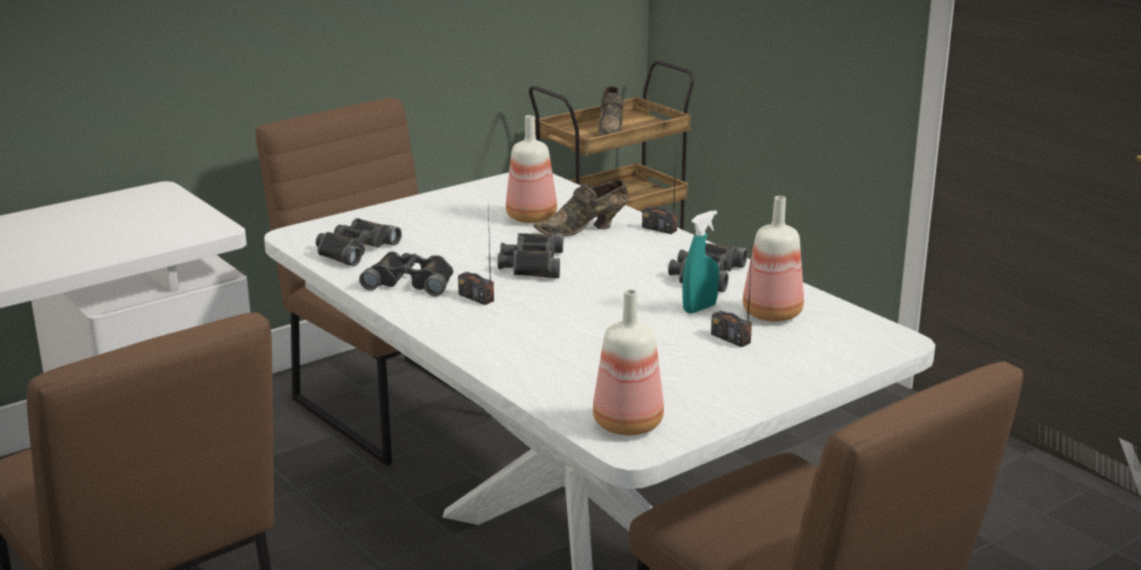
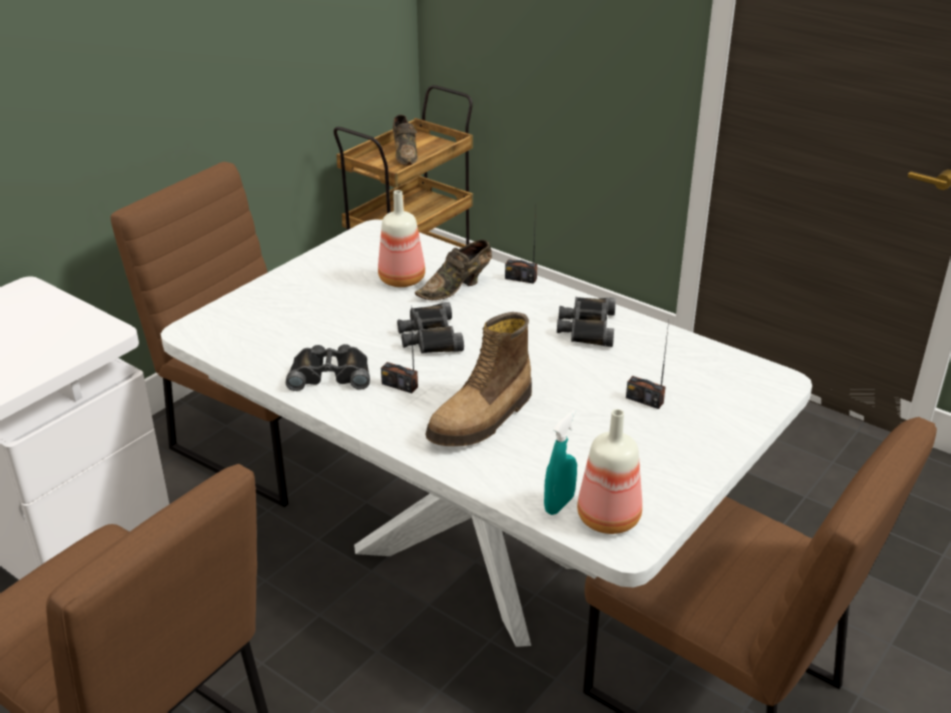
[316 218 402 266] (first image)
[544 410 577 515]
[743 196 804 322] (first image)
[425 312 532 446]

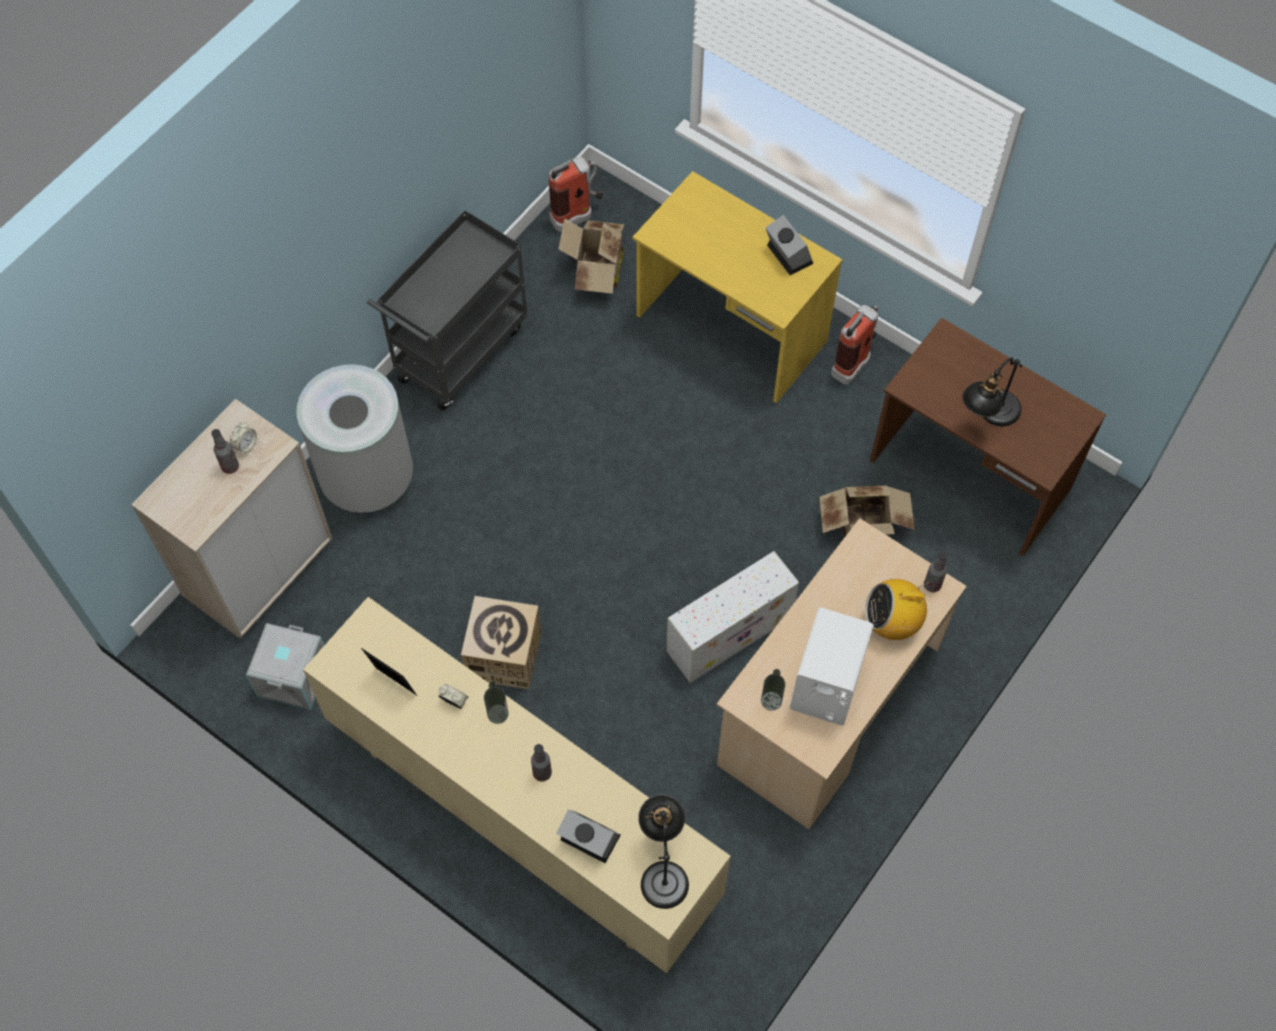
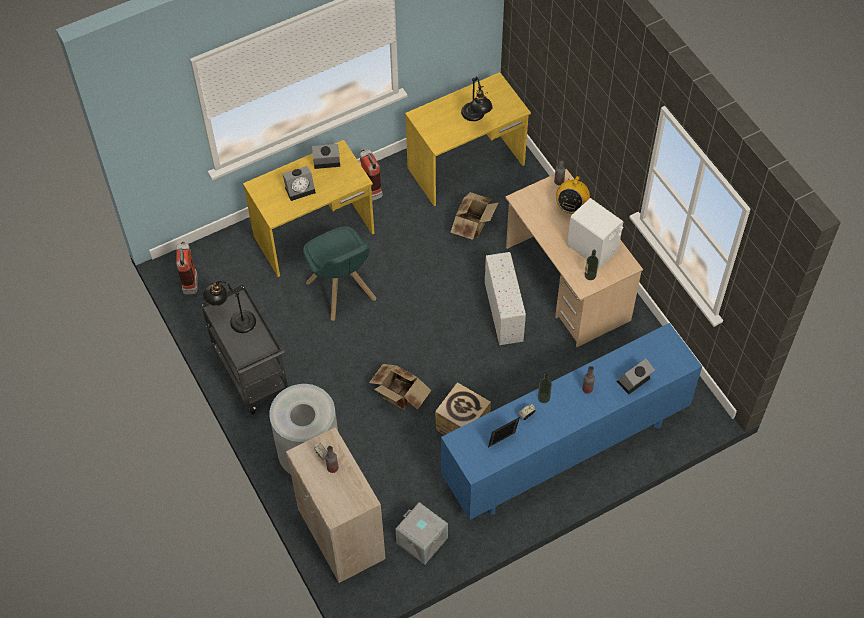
[441 323 702 520]
[369 364 432 410]
[203 281 256 333]
[405 72 531 206]
[283 166 316 201]
[303 226 376 321]

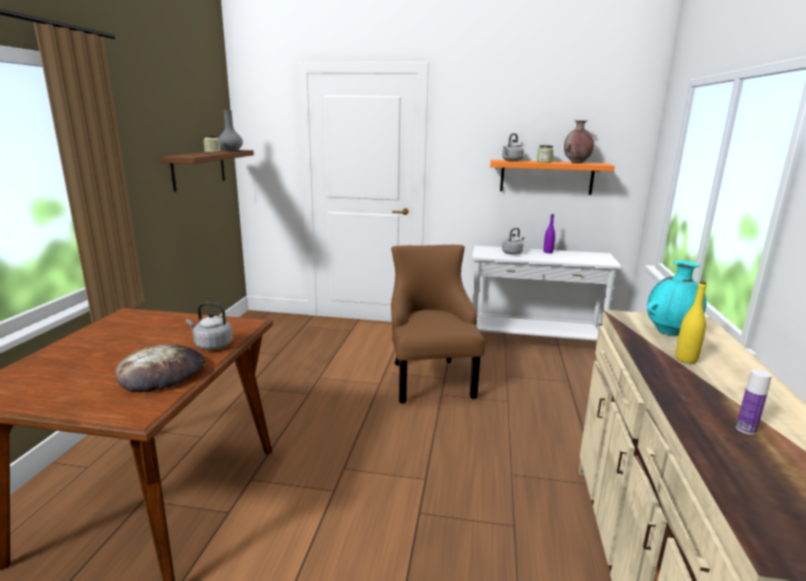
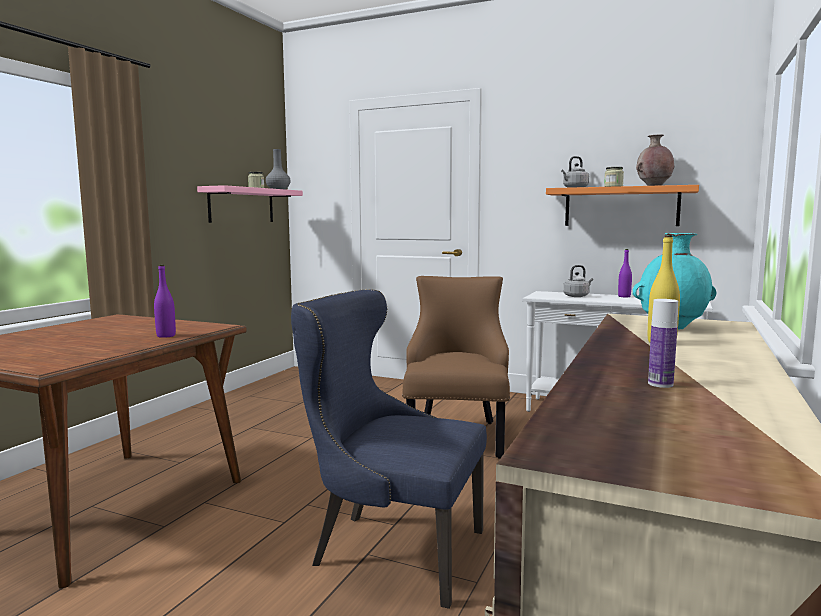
[115 344 205 392] (first image)
[197 185 303 223]
[154 265 176 338]
[291 289 487 609]

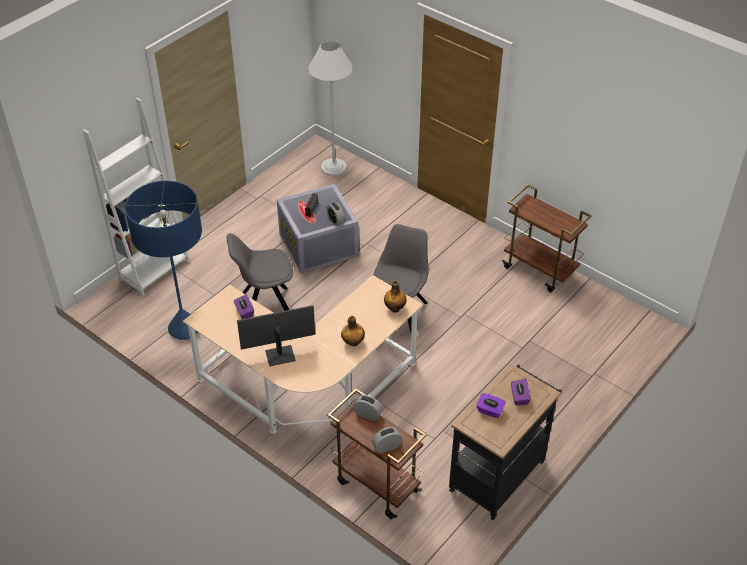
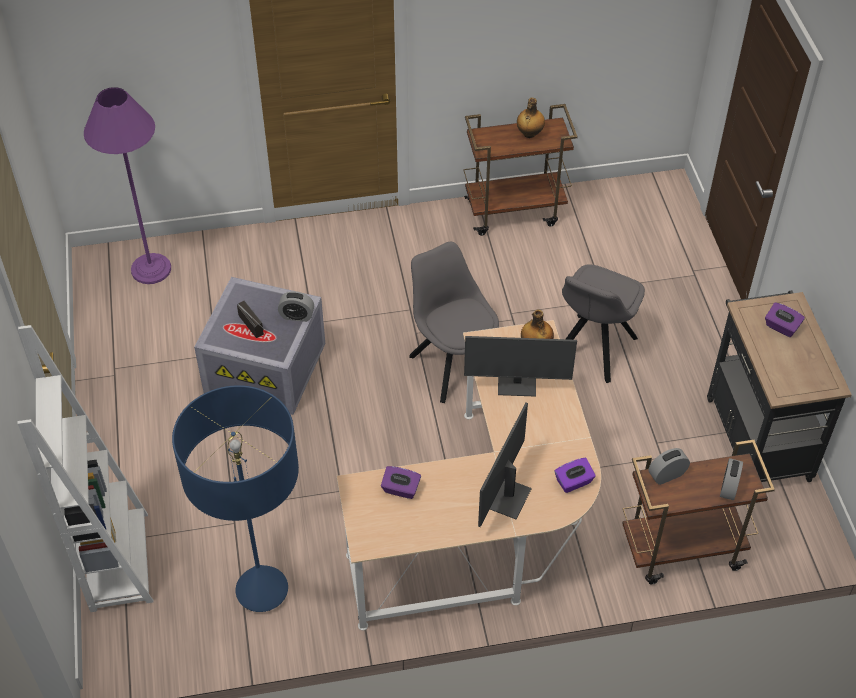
[562 264 645 383]
[84 87 171 284]
[517 98 545 138]
[555 458 596 493]
[464 336 577 397]

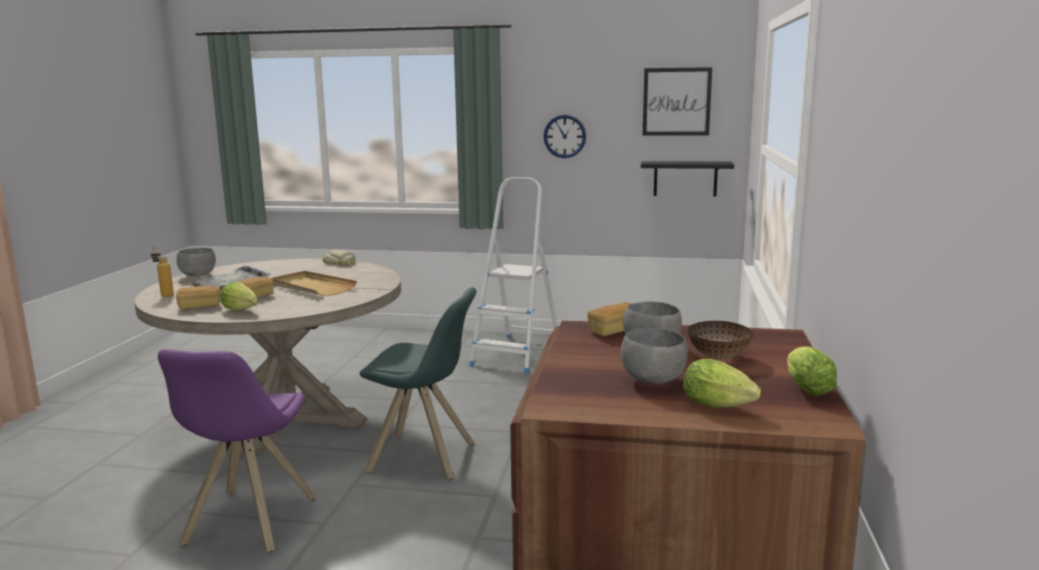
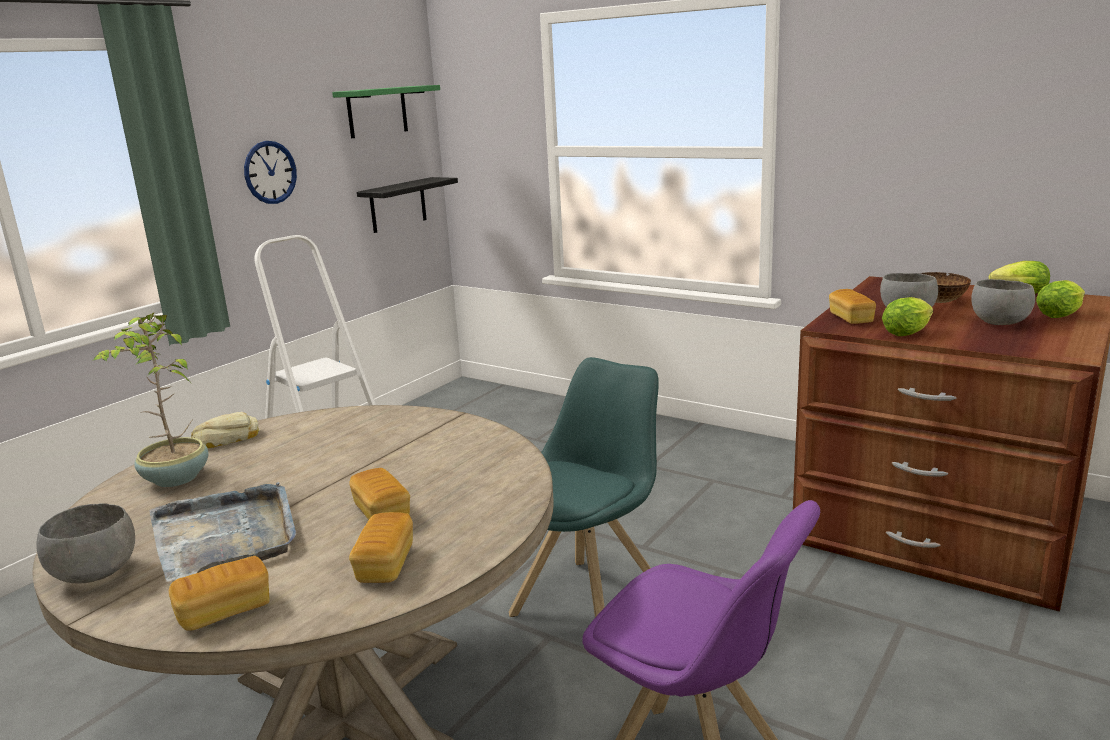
[169 556 270 631]
[882 297 933 336]
[272 271 357 296] (first image)
[332 85 440 138]
[92 312 208 487]

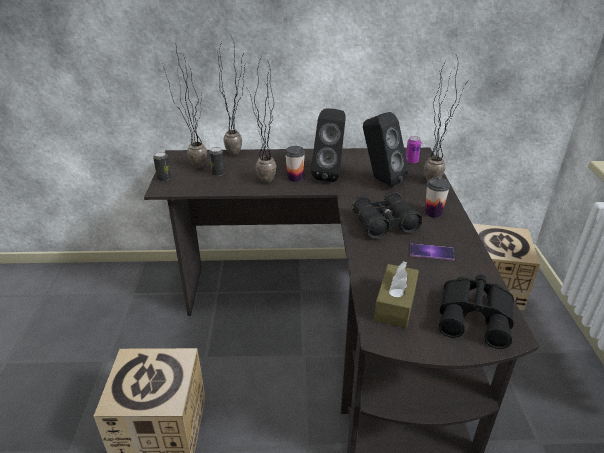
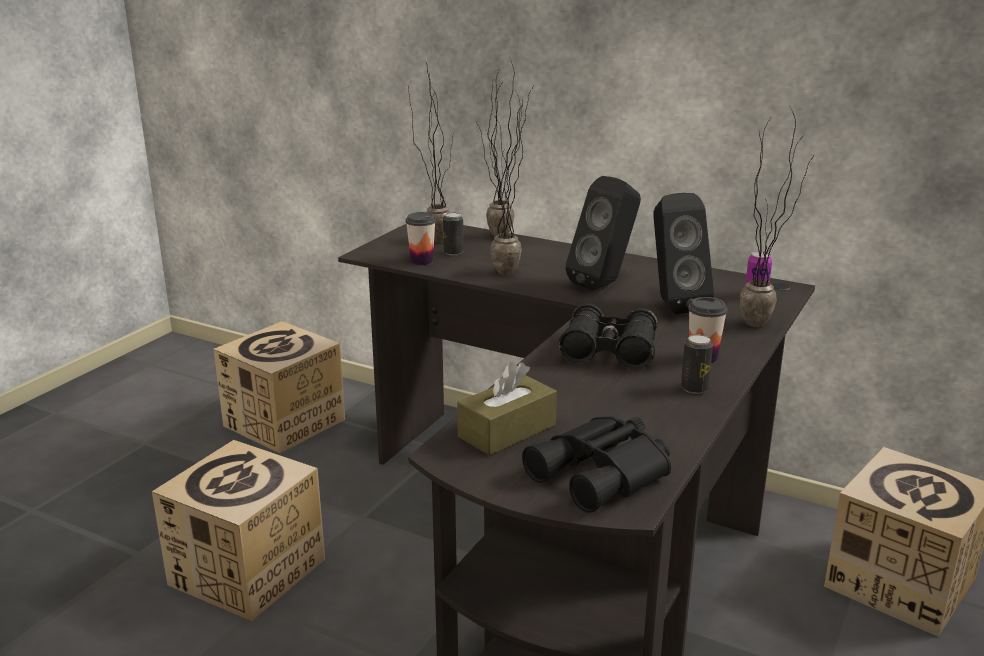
[681 334 713 394]
[406 212 436 265]
[410 244 455 260] (first image)
[213 321 345 453]

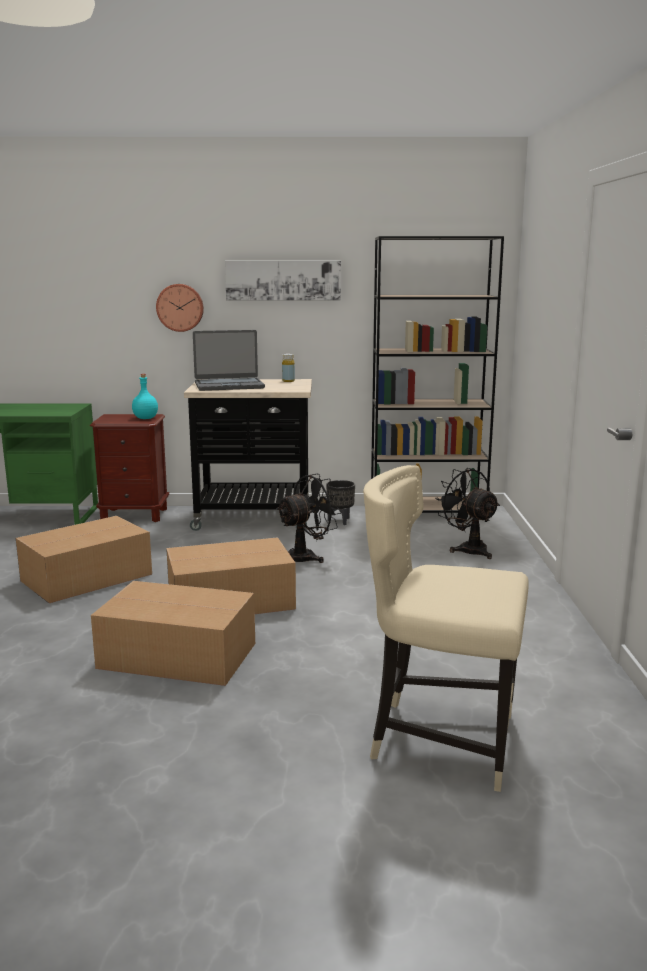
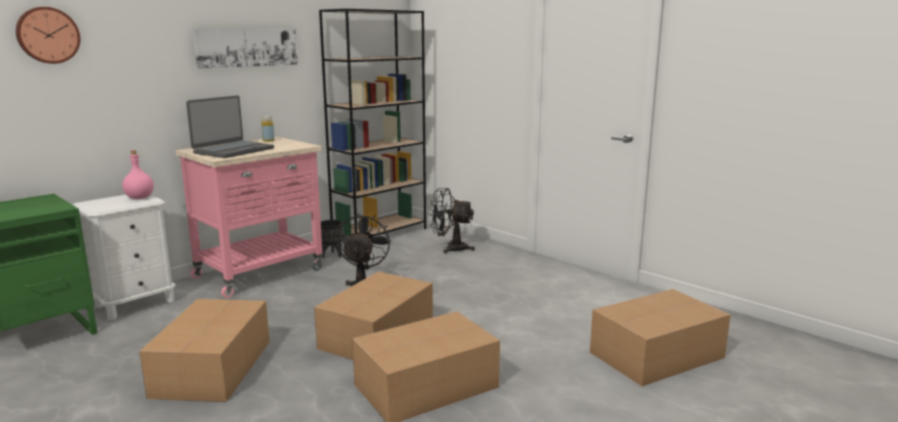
[73 194 176 320]
[122 151 154 199]
[16 7 80 64]
[175 137 323 298]
[590 289 731 386]

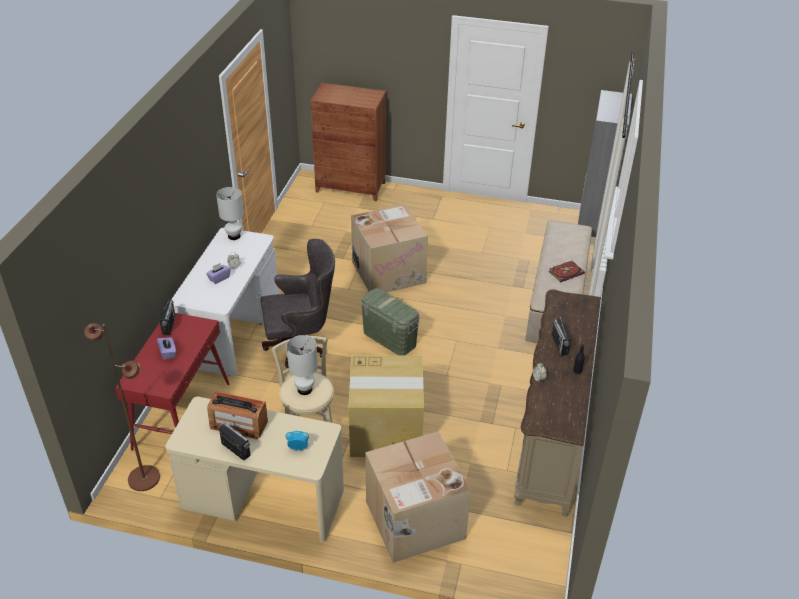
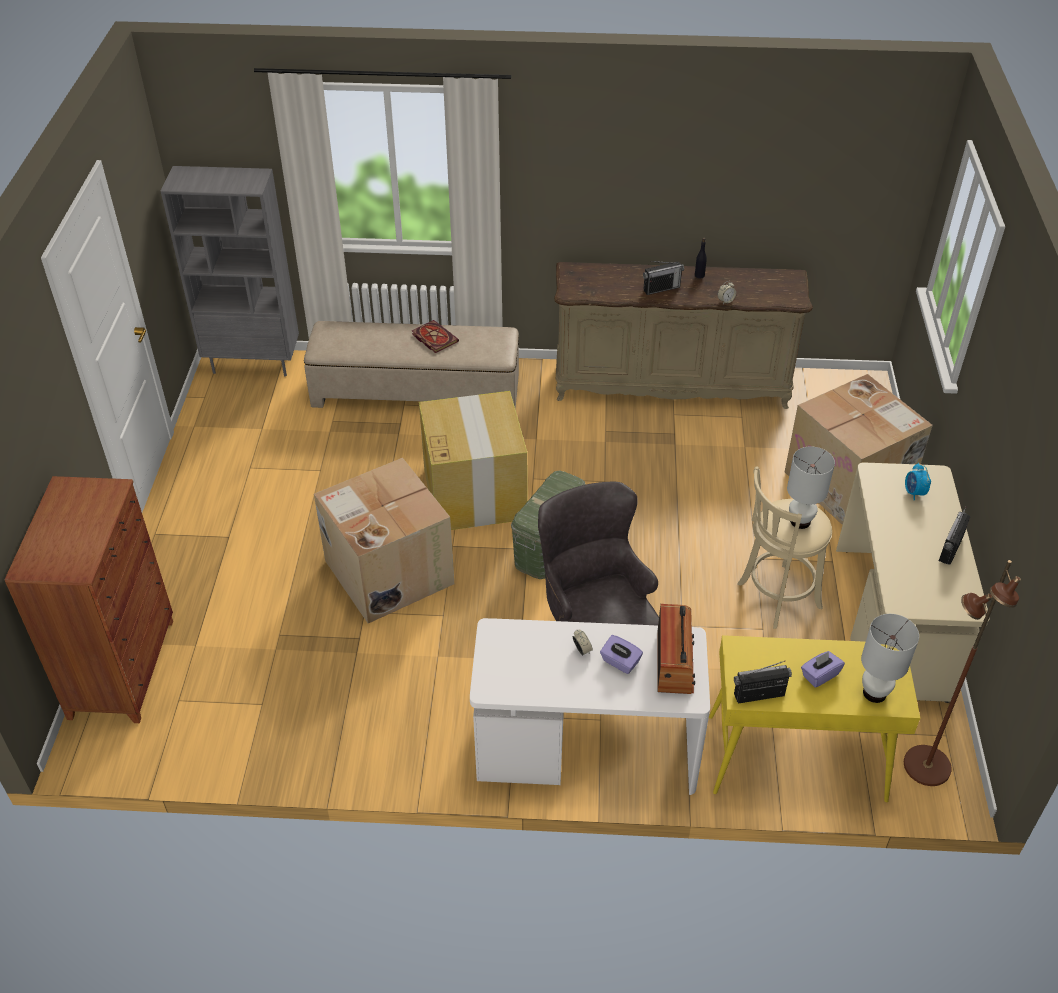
[709 635 920 802]
[658 604 695 694]
[861 614 919 703]
[419 391 527 530]

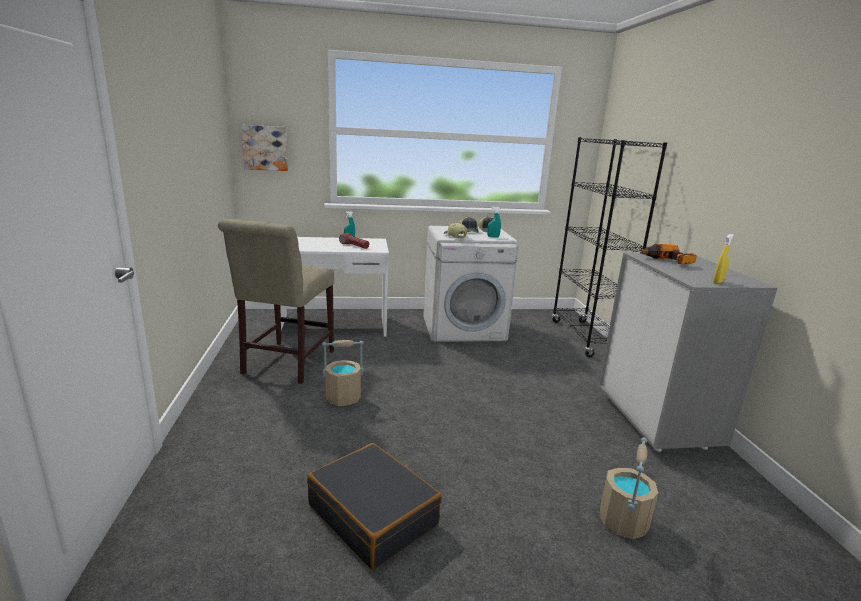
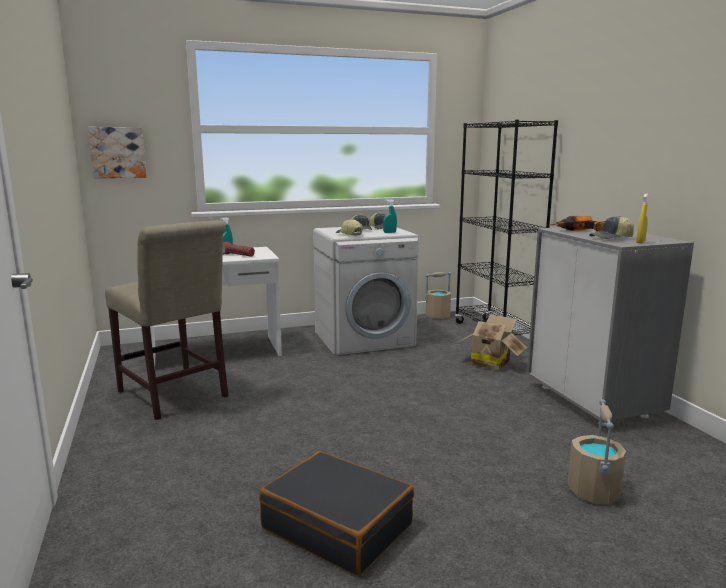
[105 220 229 420]
[425 272 451 319]
[457 314 527 370]
[589 216 634 239]

